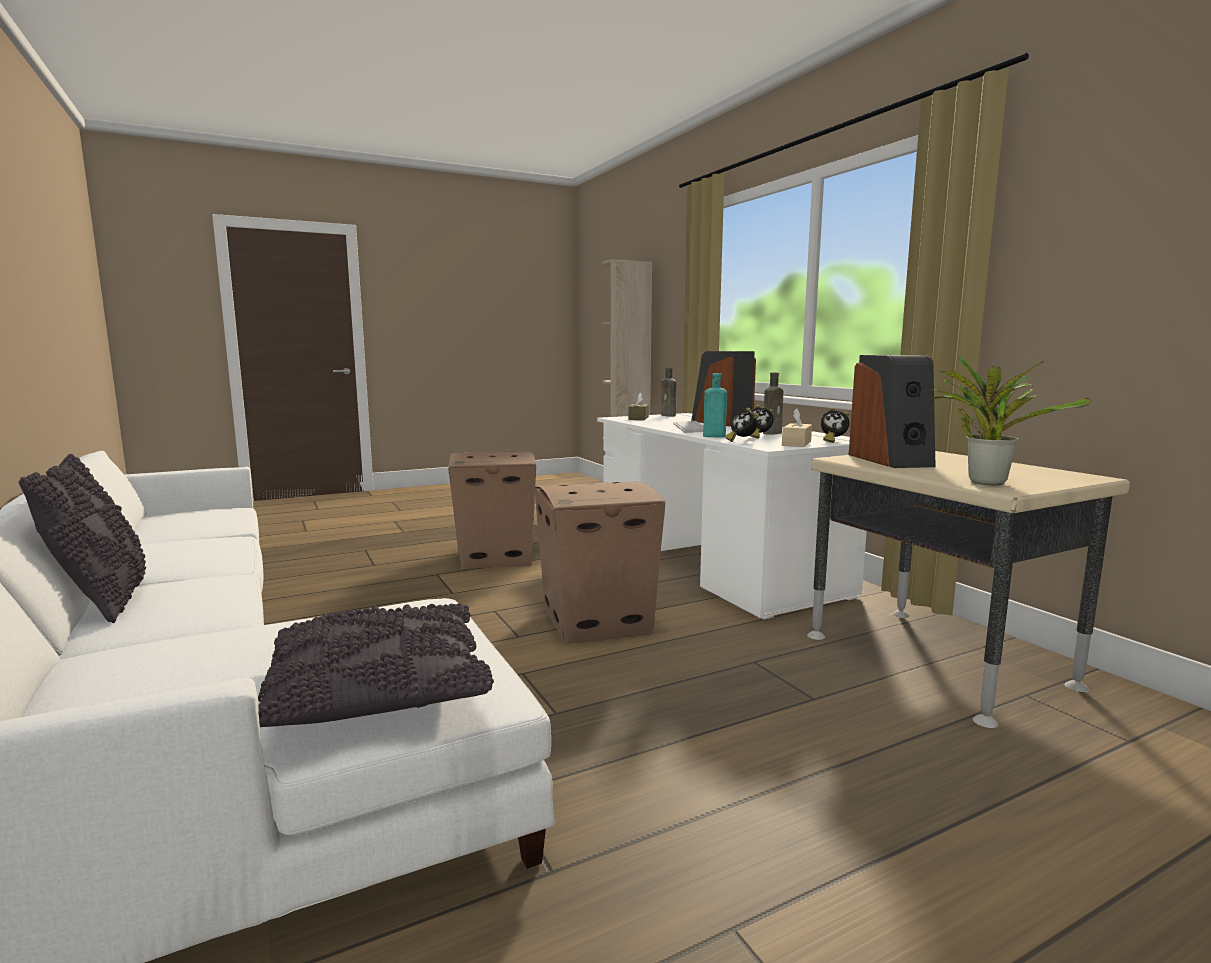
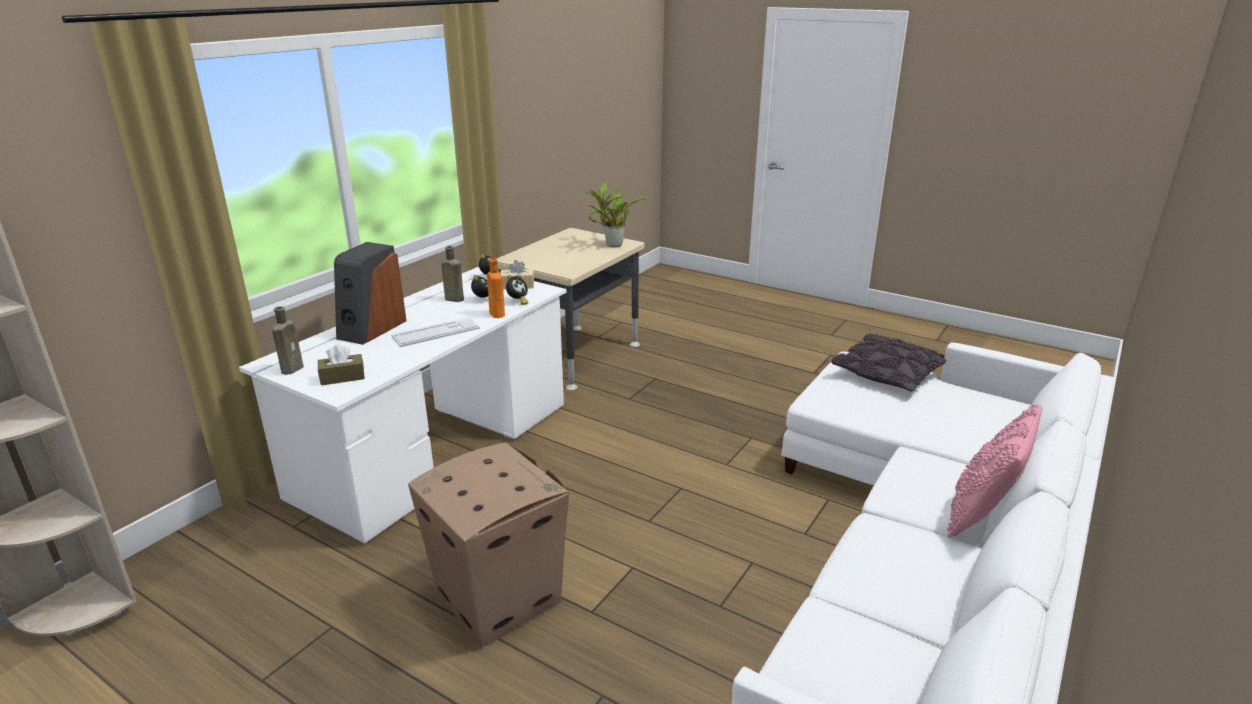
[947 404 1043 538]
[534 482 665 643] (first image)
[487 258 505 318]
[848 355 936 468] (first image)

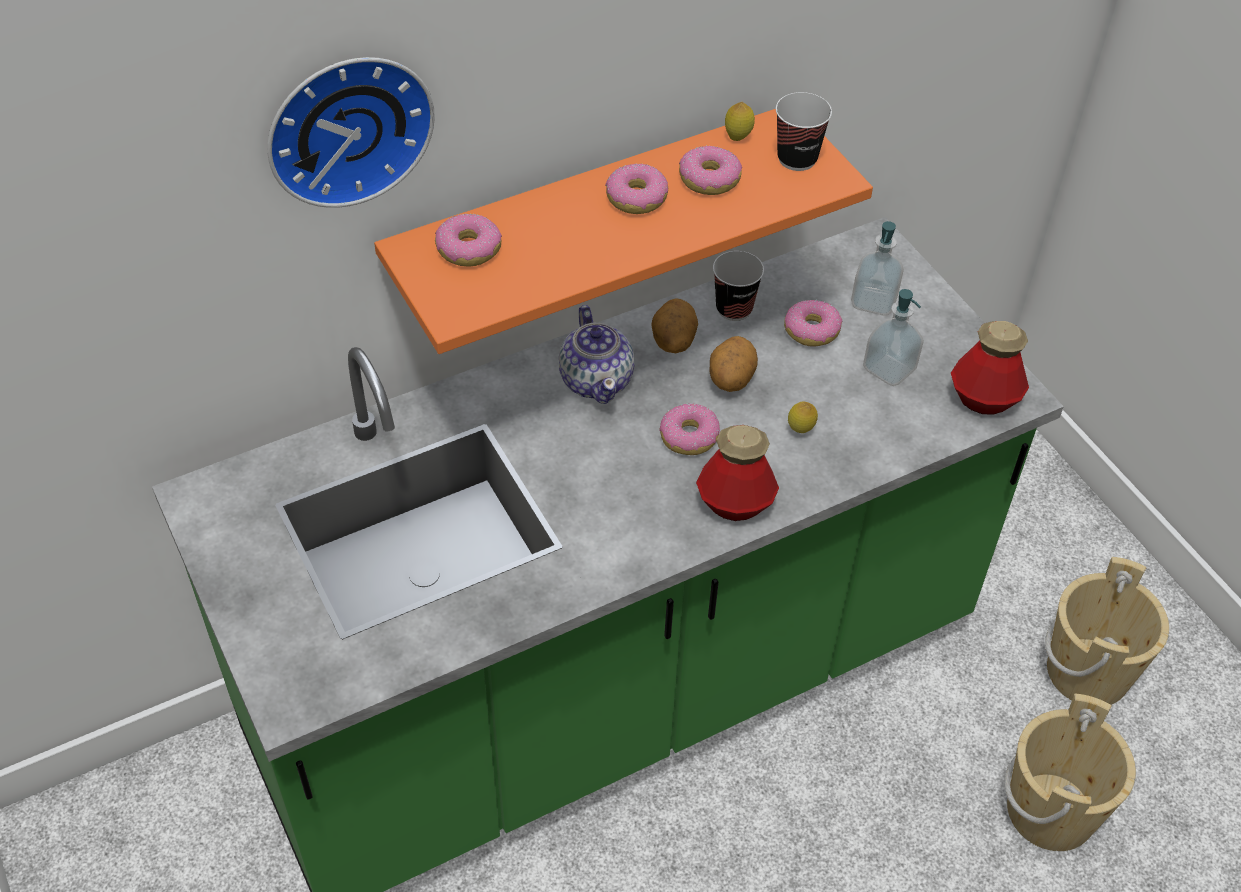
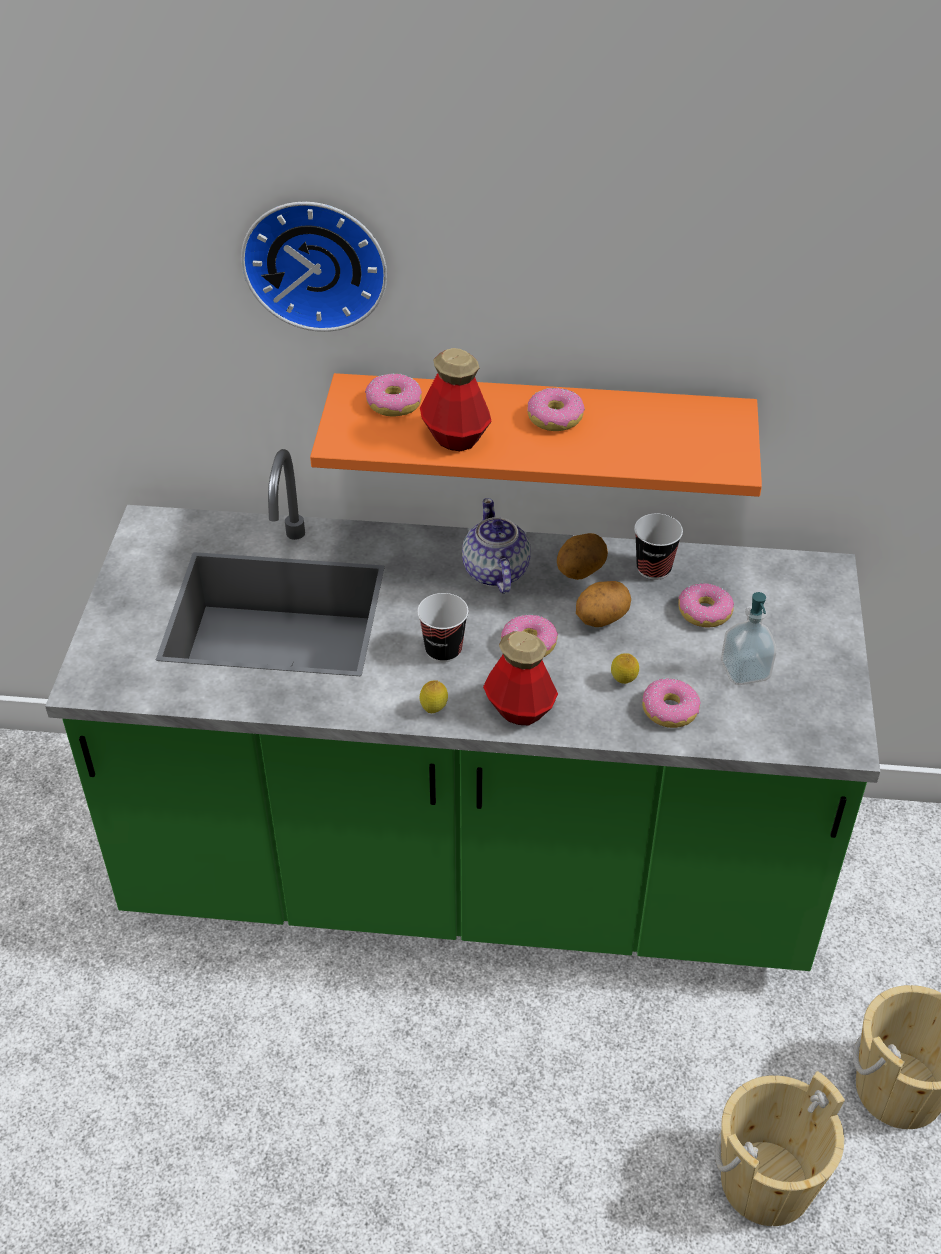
[462 498 531 594]
[642 678 701 728]
[419 681 448 713]
[417 593 469 663]
[851 221 904 316] (first image)
[420 348 492 451]

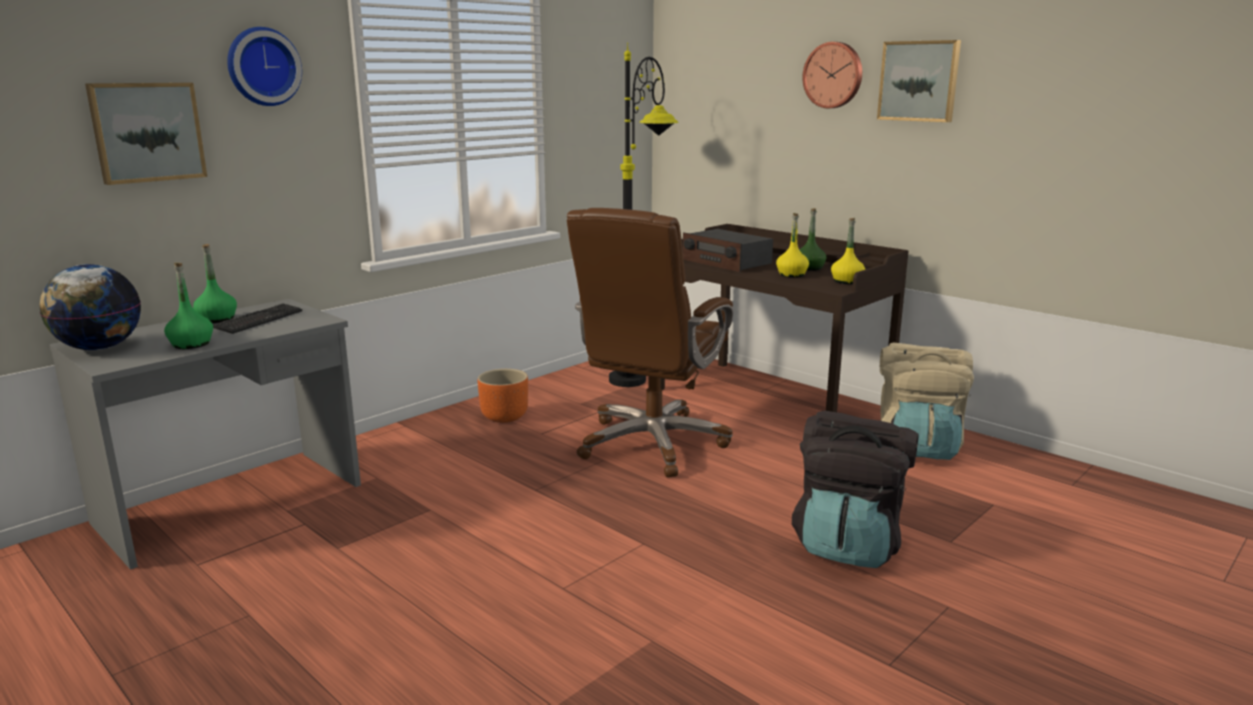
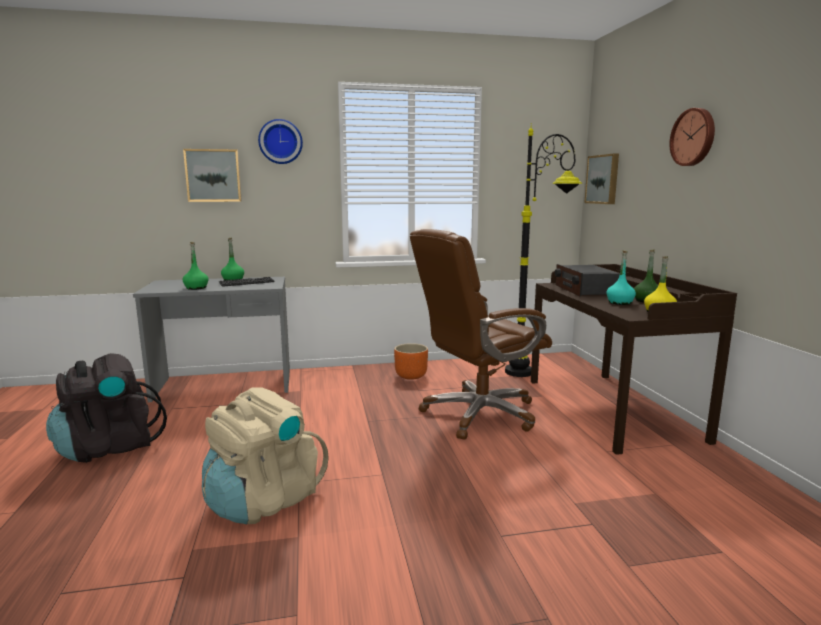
[40 264 141 350] (first image)
[606 250 636 305]
[46 353 167 463]
[584 154 619 204]
[202 388 329 524]

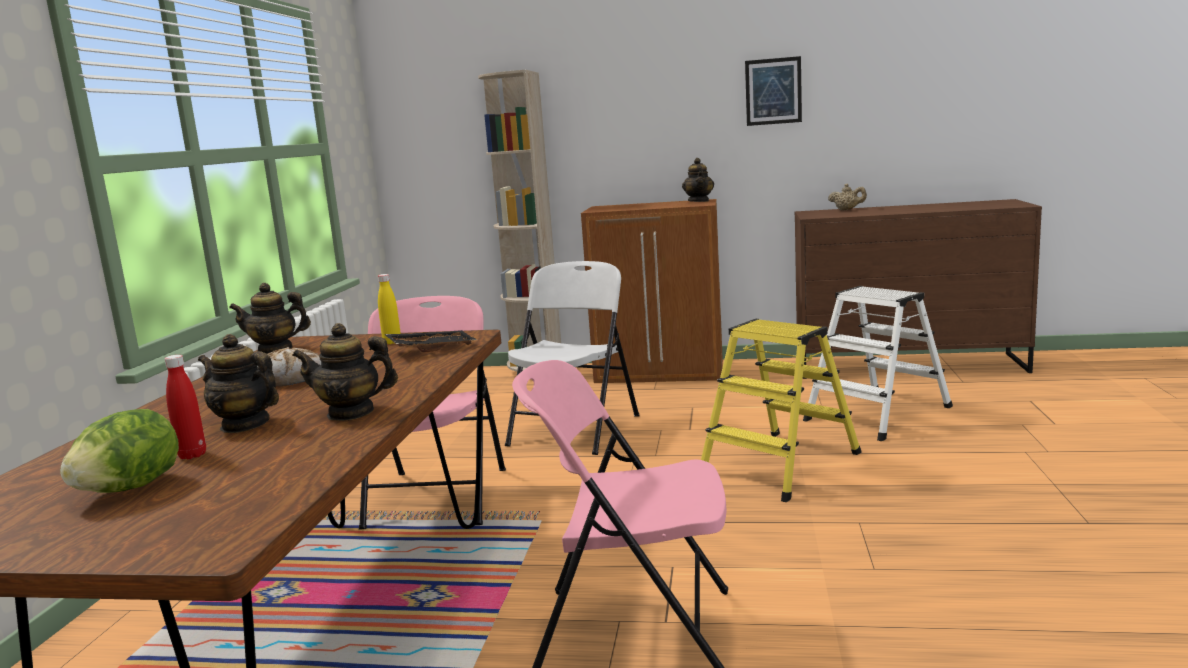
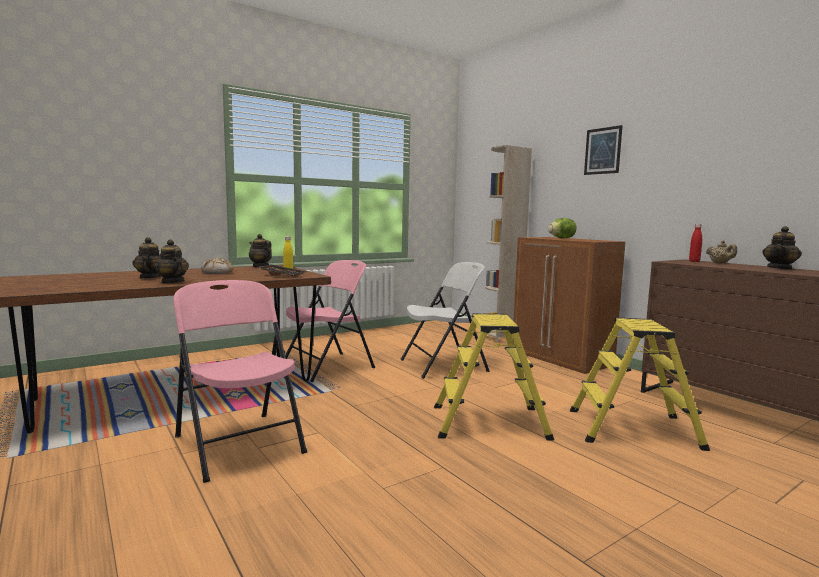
[548 218 577 239]
[689 224 702 262]
[762 226 802 270]
[584 125 623 175]
[570 317 710 451]

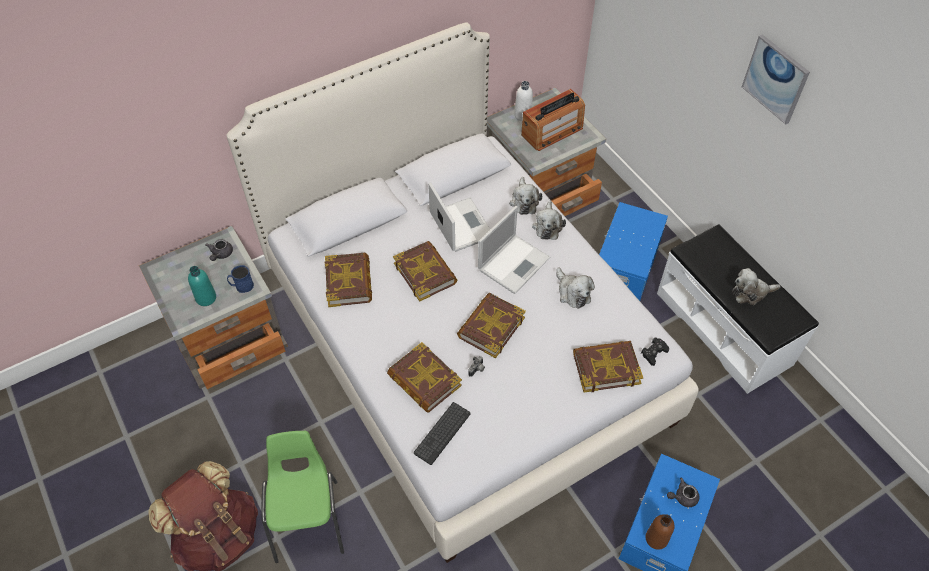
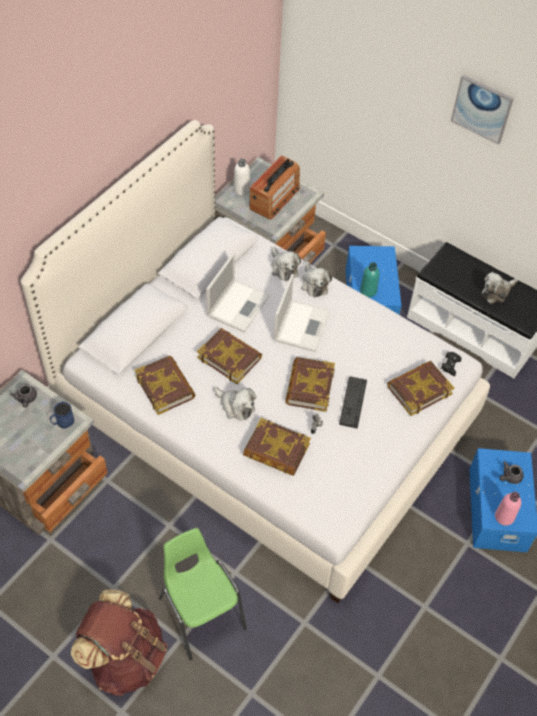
[360 262 379 297]
[339 376 367 428]
[206 253 270 332]
[214 387 256 420]
[495 492 521 526]

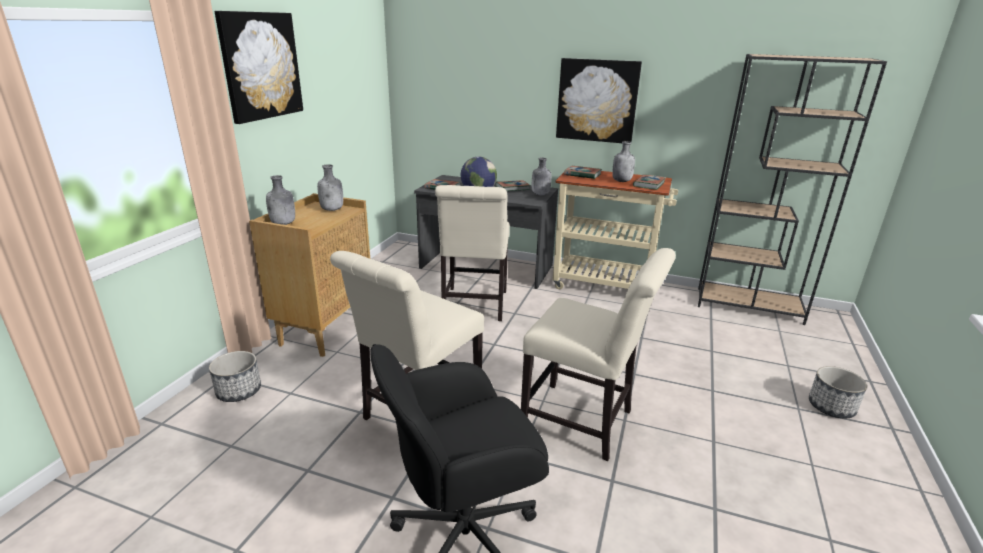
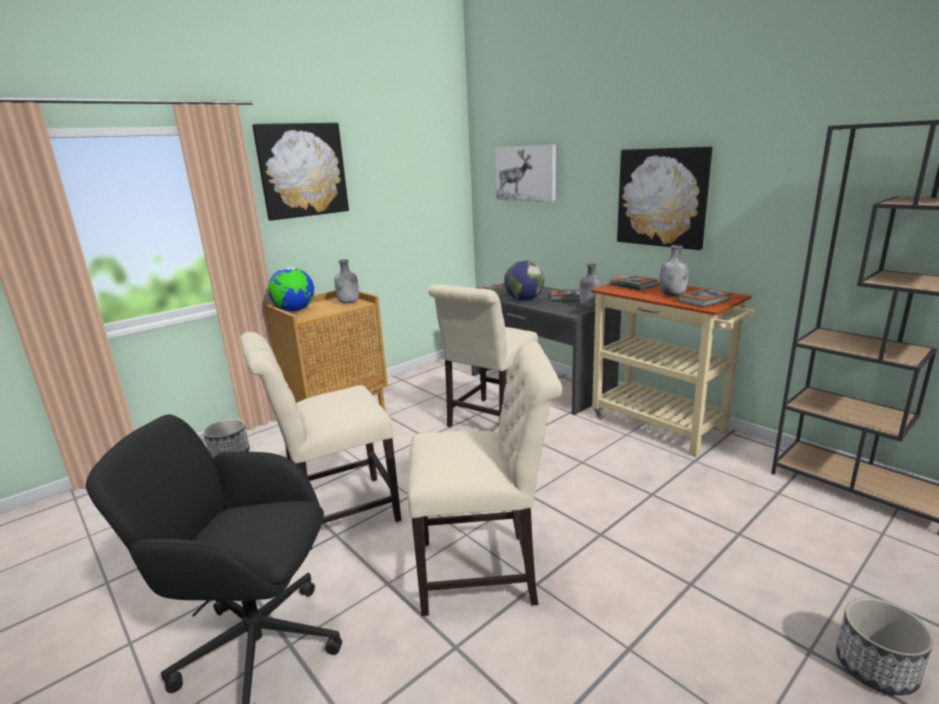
[268 267 314 312]
[407 341 562 616]
[495 145 556 202]

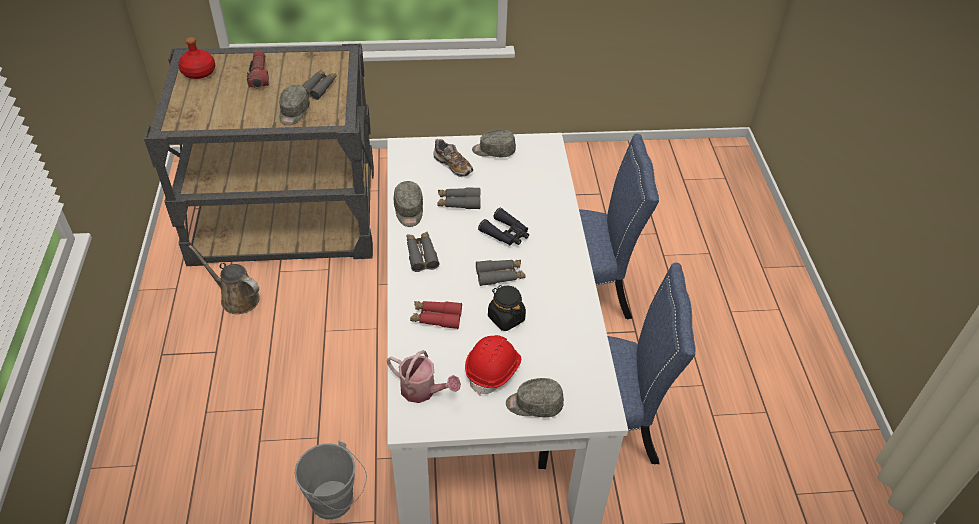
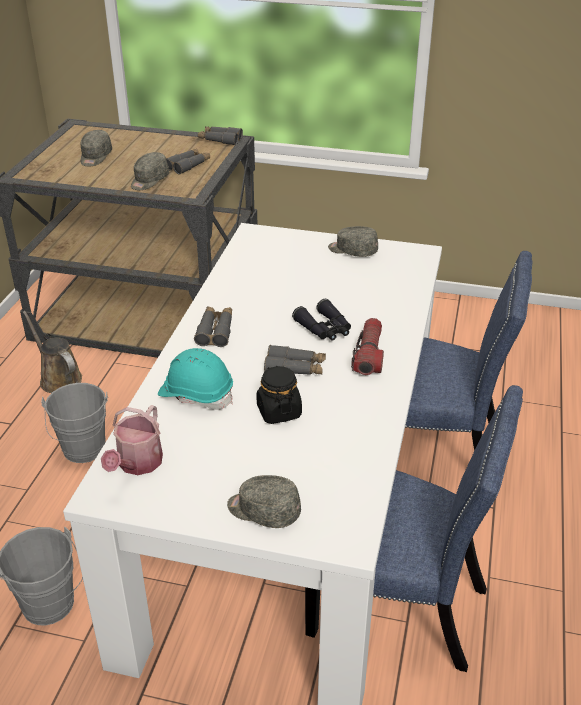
[178 37 215 79] (first image)
[351 318 384 375]
[101 405 163 475]
[81 130 112 166]
[158 348 233 410]
[434 139 473 177] (first image)
[198 127 243 145]
[465 335 521 395] (first image)
[41 383 108 463]

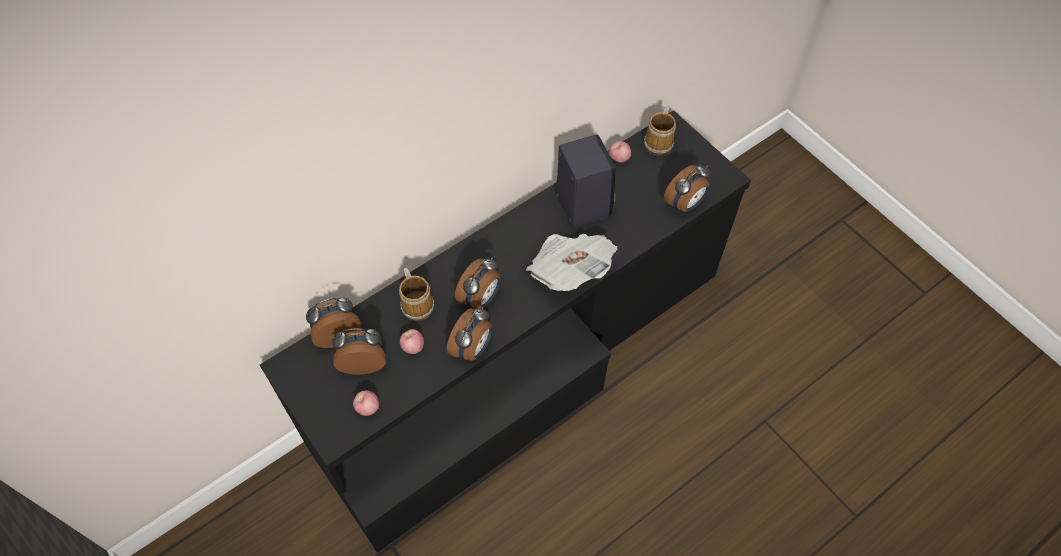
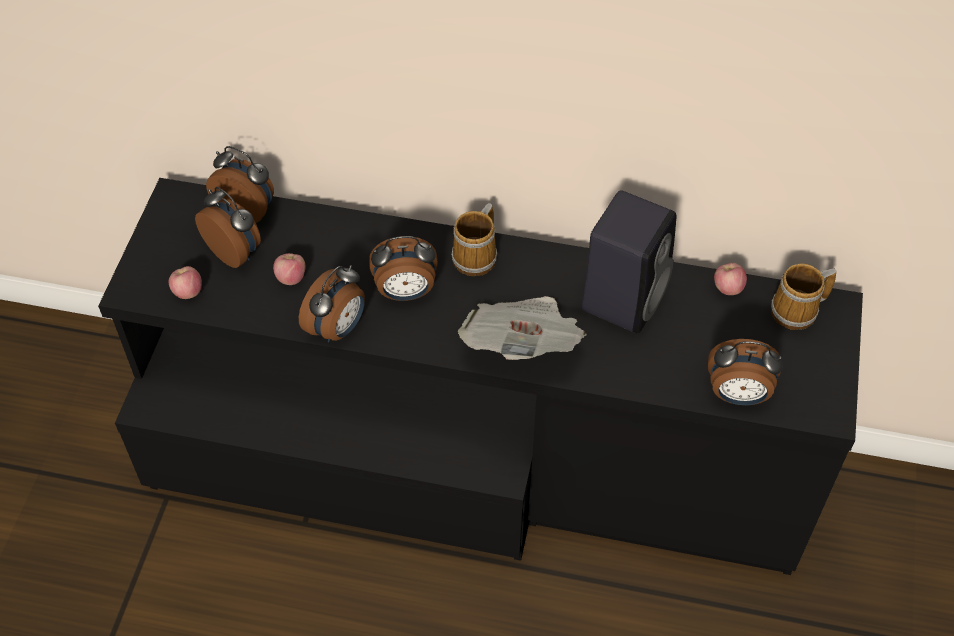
[451 203 497 276]
[299 265 365 343]

